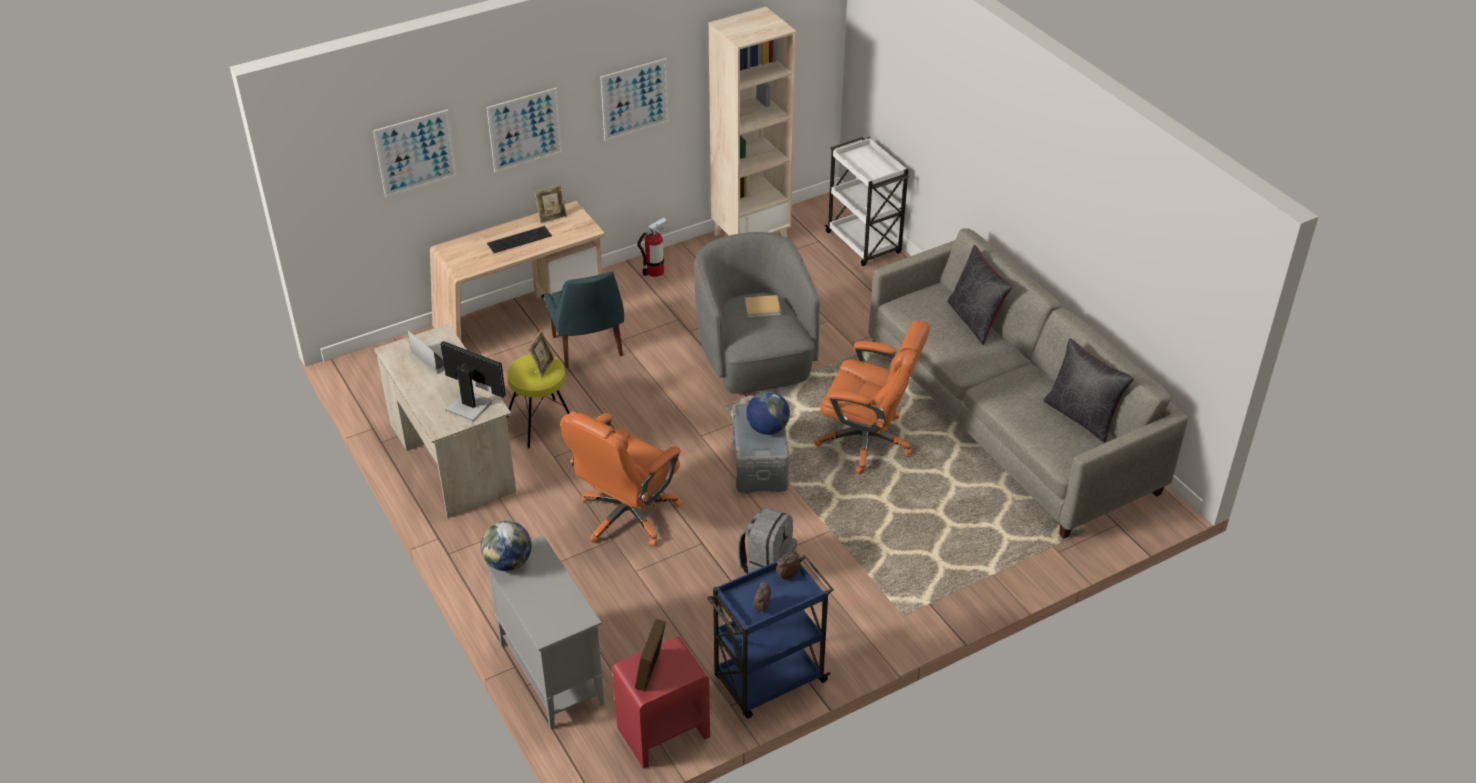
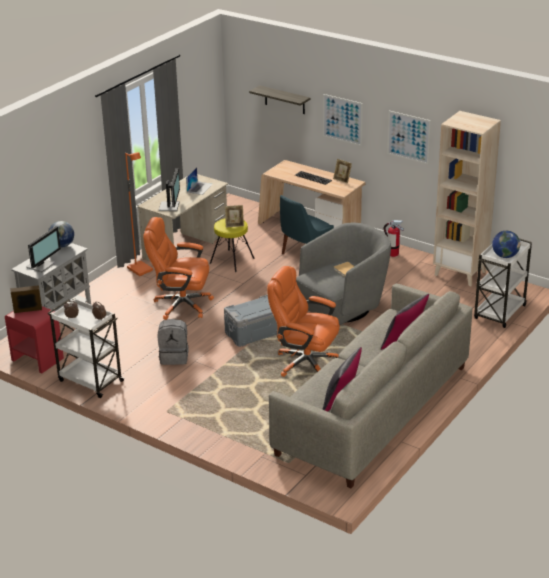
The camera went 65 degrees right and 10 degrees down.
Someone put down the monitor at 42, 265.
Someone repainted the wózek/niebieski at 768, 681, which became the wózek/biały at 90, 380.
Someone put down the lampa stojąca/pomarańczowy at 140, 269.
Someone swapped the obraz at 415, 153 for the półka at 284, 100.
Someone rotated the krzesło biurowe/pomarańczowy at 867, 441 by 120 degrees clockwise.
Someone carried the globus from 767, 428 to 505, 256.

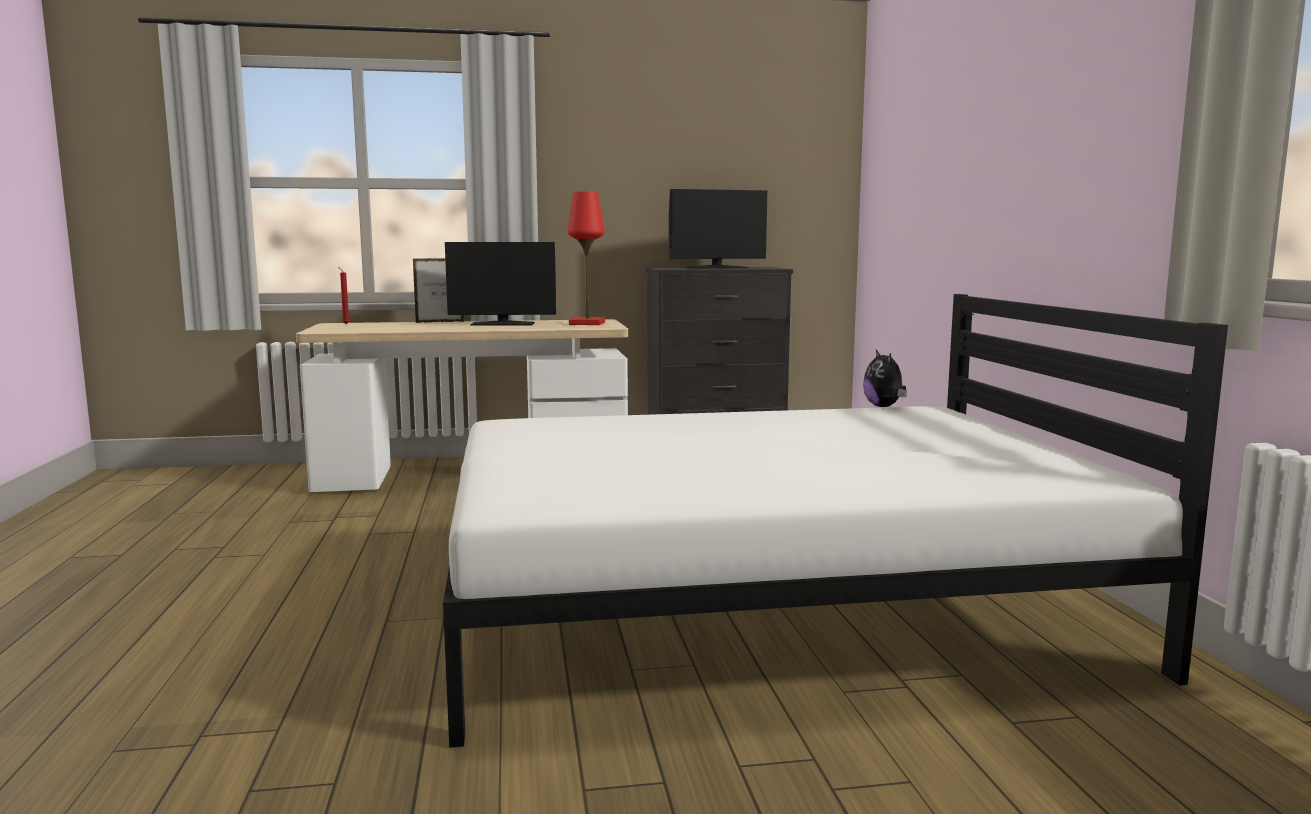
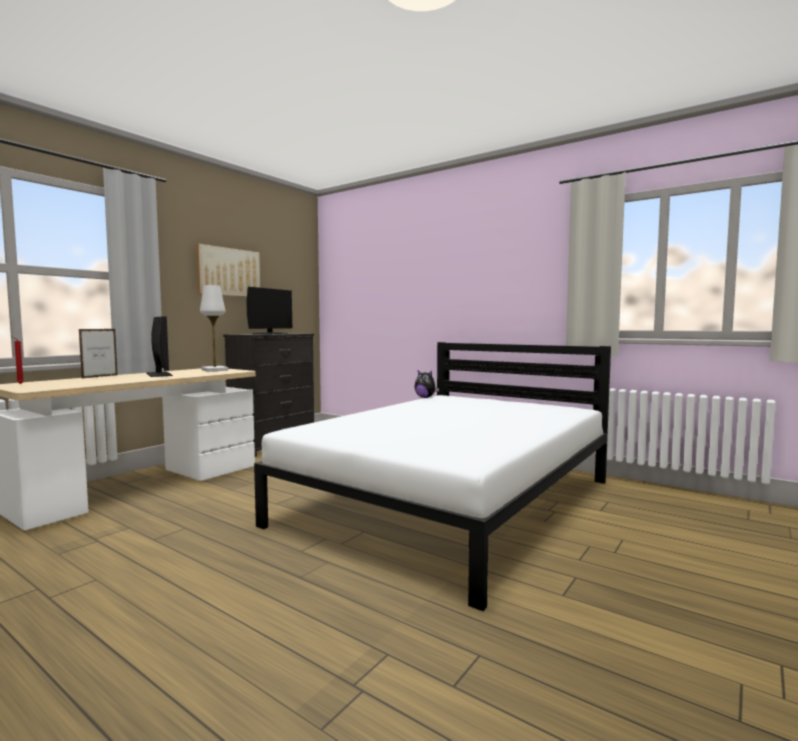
The camera went 45 degrees left and 5 degrees down.
Someone rotated the monitor at 503, 324 by 75 degrees counterclockwise.
Someone put up the obraz at 228, 272.
Someone repainted the lampa stołowa/czerwony at 587, 323, which became the lampa stołowa/biały at 214, 370.

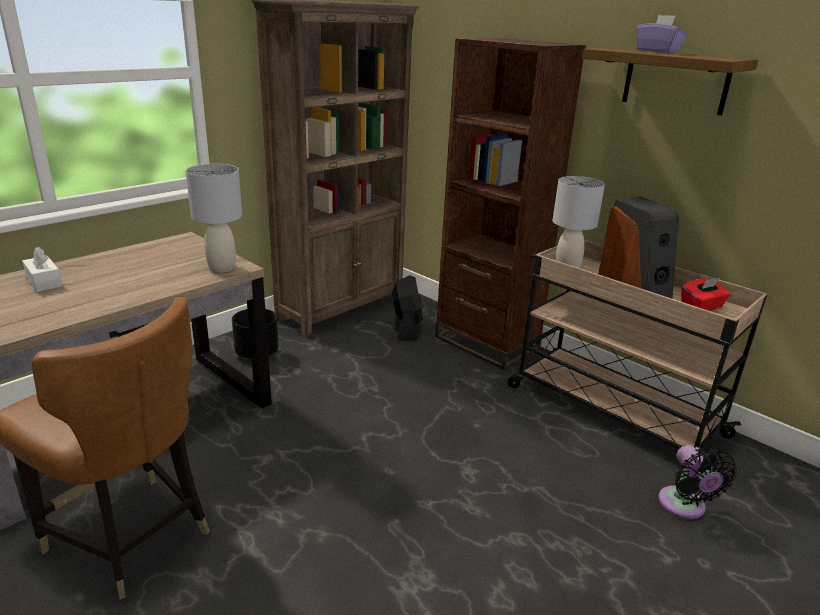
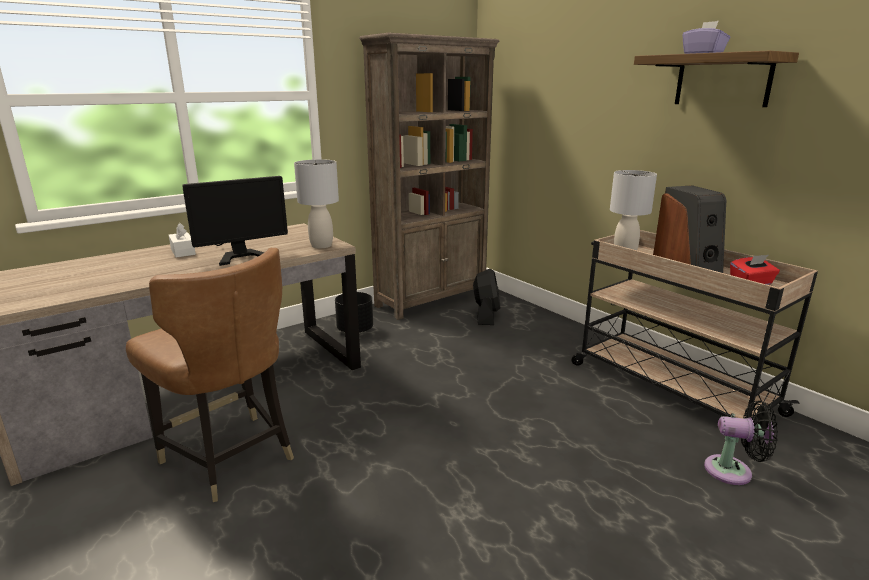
The camera went 10 degrees right and 5 degrees down.
Someone put down the monitor at 239, 253.
Someone rotated the wentylator/czarny at 684, 507 by 75 degrees counterclockwise.
Someone took away the regał/brązowy at 486, 343.

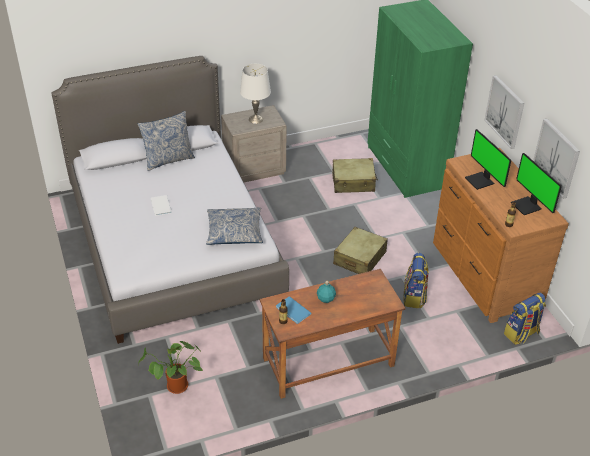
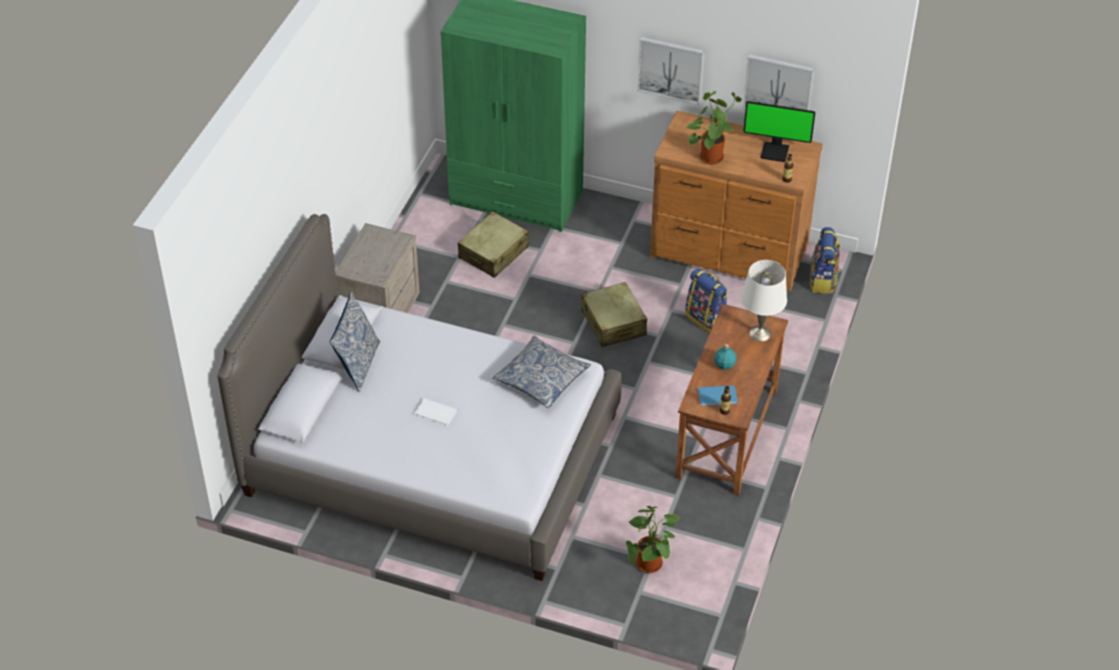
The camera went 50 degrees left and 5 degrees up.
Someone swapped the monitor at 480, 181 for the roślina doniczkowa at 710, 155.
Someone carried the lampa stołowa/biały from 255, 119 to 759, 333.

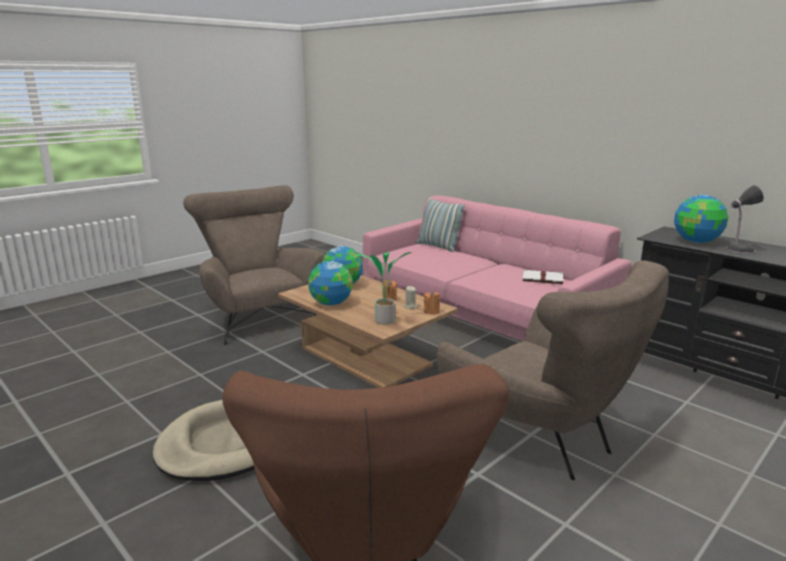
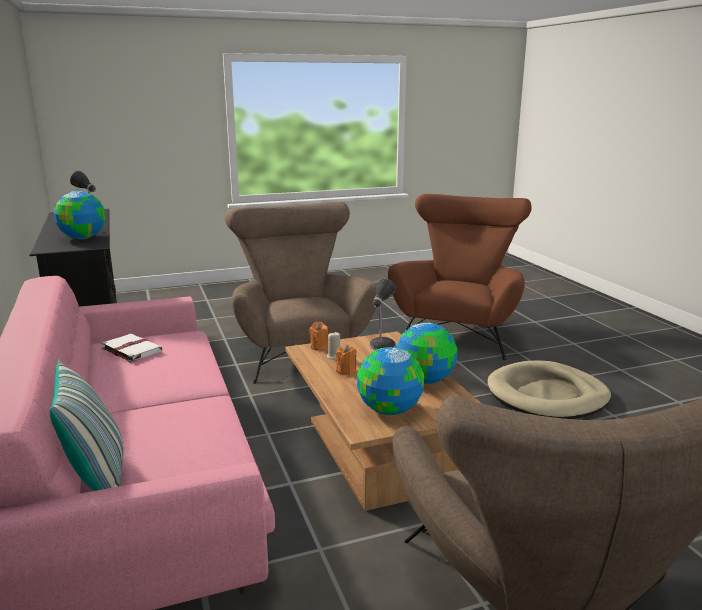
The camera went 155 degrees left and 0 degrees up.
Someone swapped the roślina doniczkowa at 383, 321 for the lampa stołowa at 381, 346.

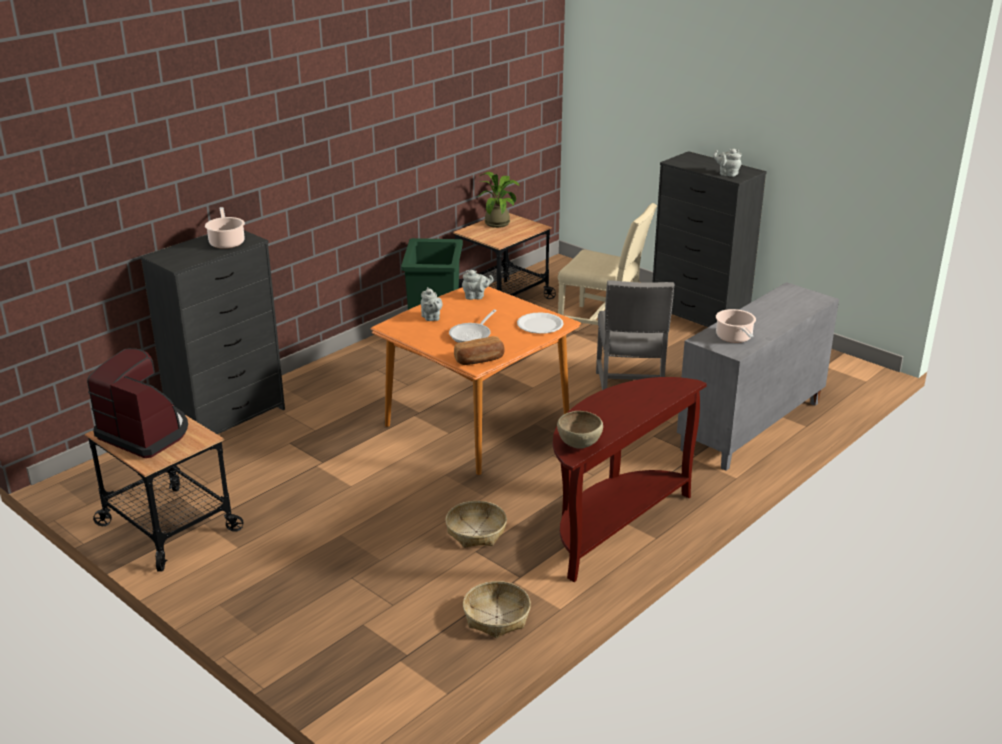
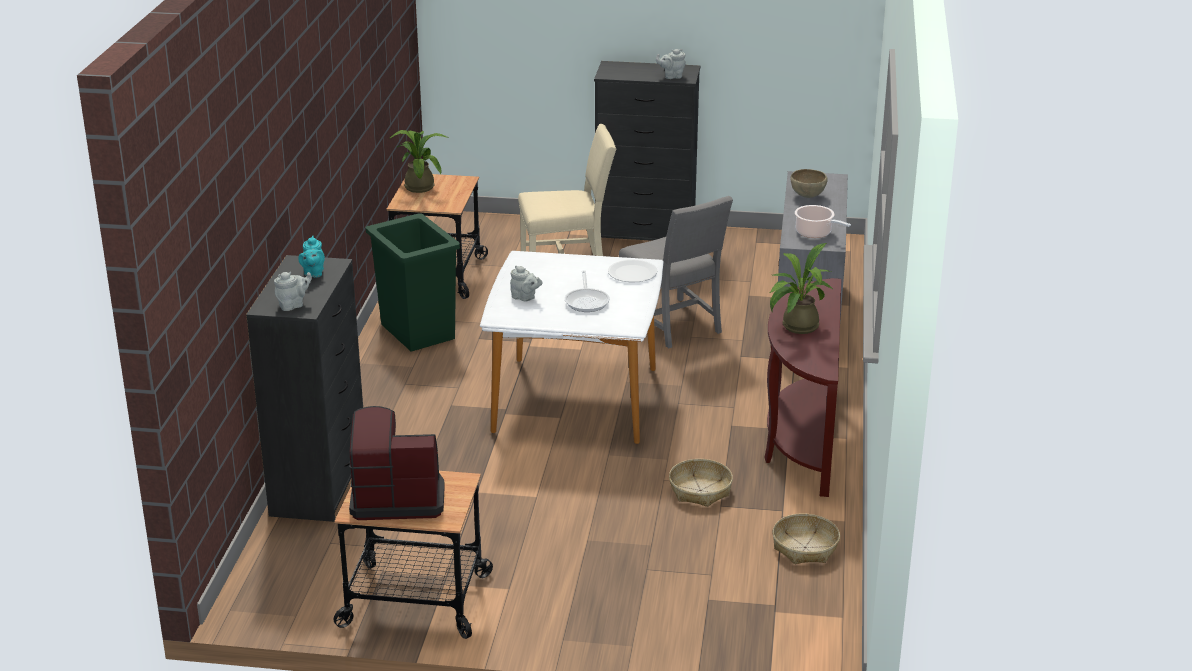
The camera went 35 degrees left and 0 degrees up.
Someone carried the imbryk/szary from 476, 297 to 293, 305.
Someone swapped the garnek at 226, 242 for the imbryk/turkusowy at 313, 273.
Someone repainted the stół jadalny/pomarańczowy at 476, 424, which became the stół jadalny/biały at 575, 401.
Someone put down the roślina doniczkowa at 796, 327.
Someone carried the miska/brązowy from 579, 445 to 807, 196.
Someone took away the chleb at 479, 360.

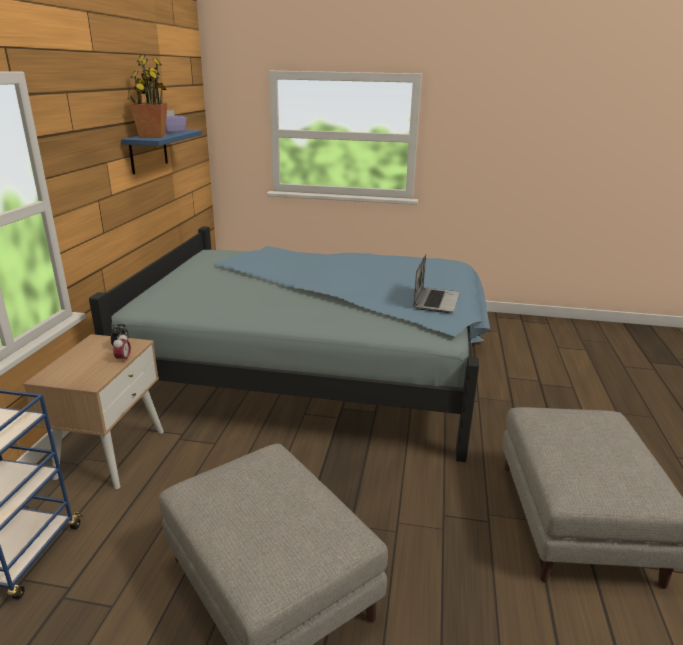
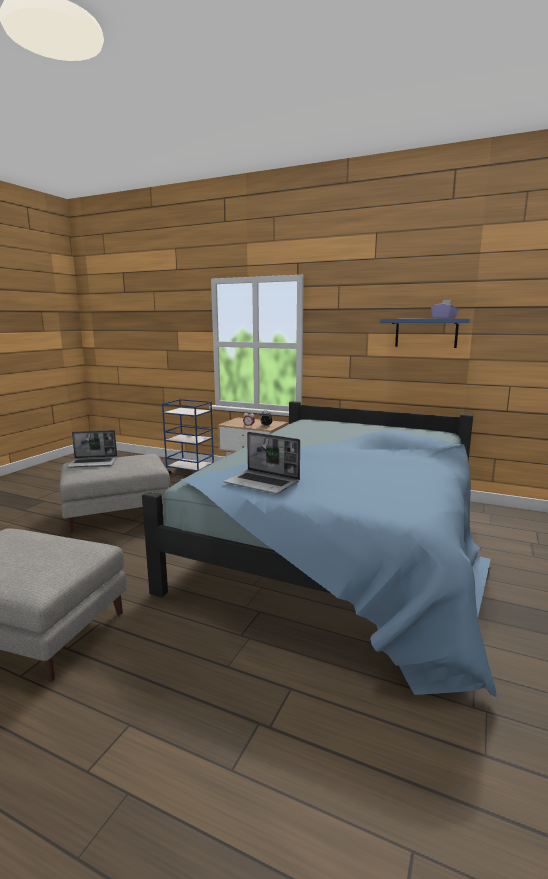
The camera went 105 degrees right and 10 degrees down.
Someone put down the laptop at 94, 463.
Someone took away the roślina doniczkowa at 152, 136.

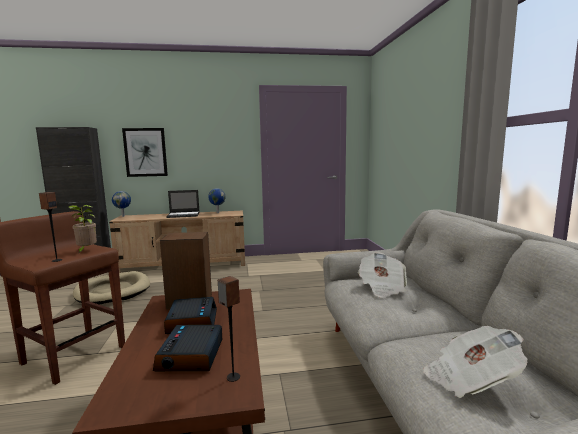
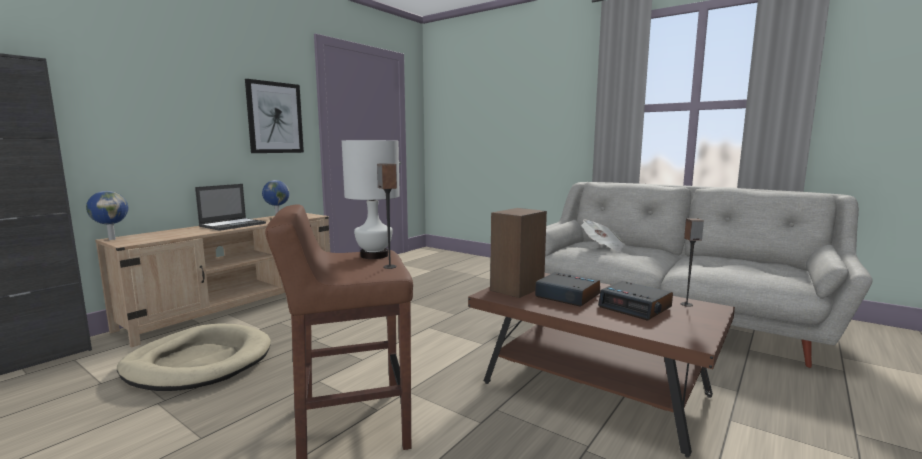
The camera went 45 degrees left and 0 degrees up.
Someone carried the obraz from 145, 152 to 275, 118.
Someone swapped the roślina doniczkowa at 86, 251 for the lampa stołowa/biały at 374, 256.
Someone took away the gazeta at 470, 379.

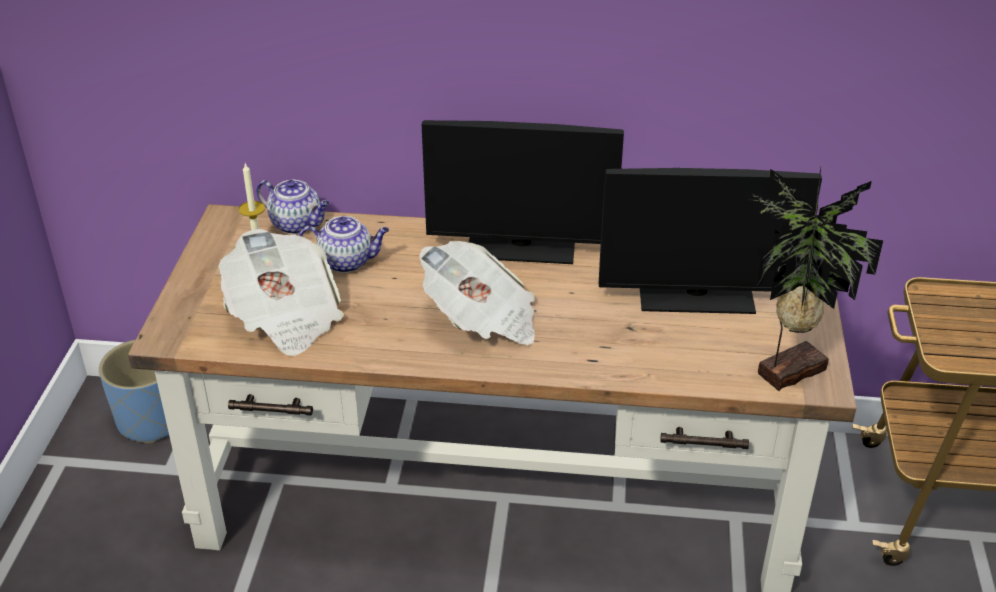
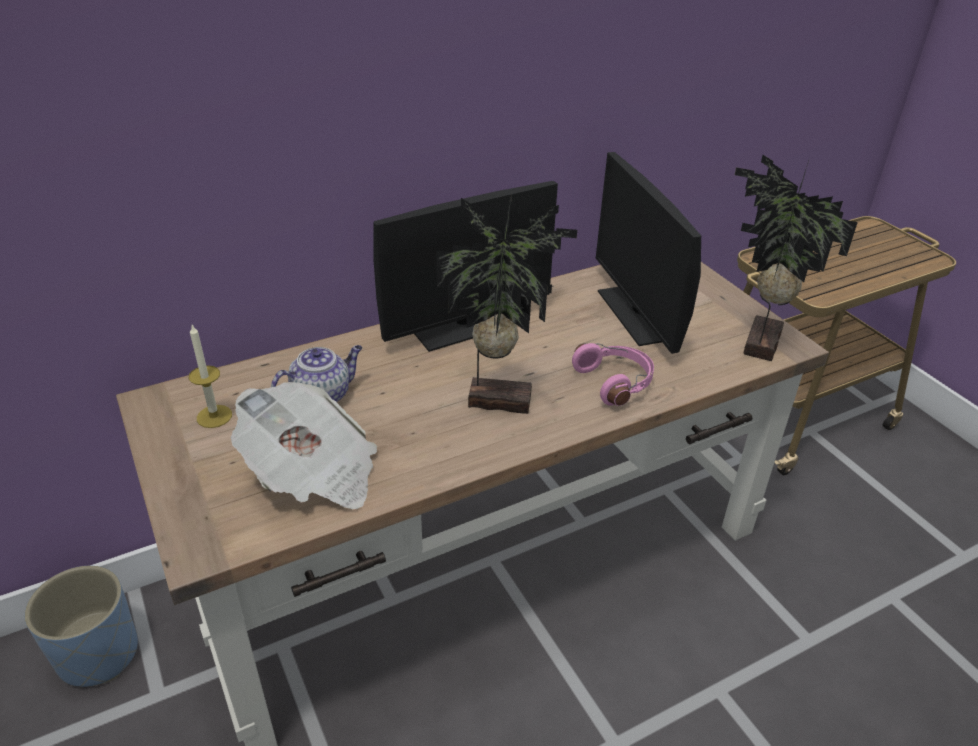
The camera went 35 degrees left and 0 degrees up.
Someone swapped the gazeta at 482, 319 for the roślina doniczkowa at 498, 398.
Someone put down the słuchawki/różowy at 615, 382.
Someone rotated the monitor at 696, 296 by 105 degrees clockwise.
Someone took away the imbryk at 297, 224.

